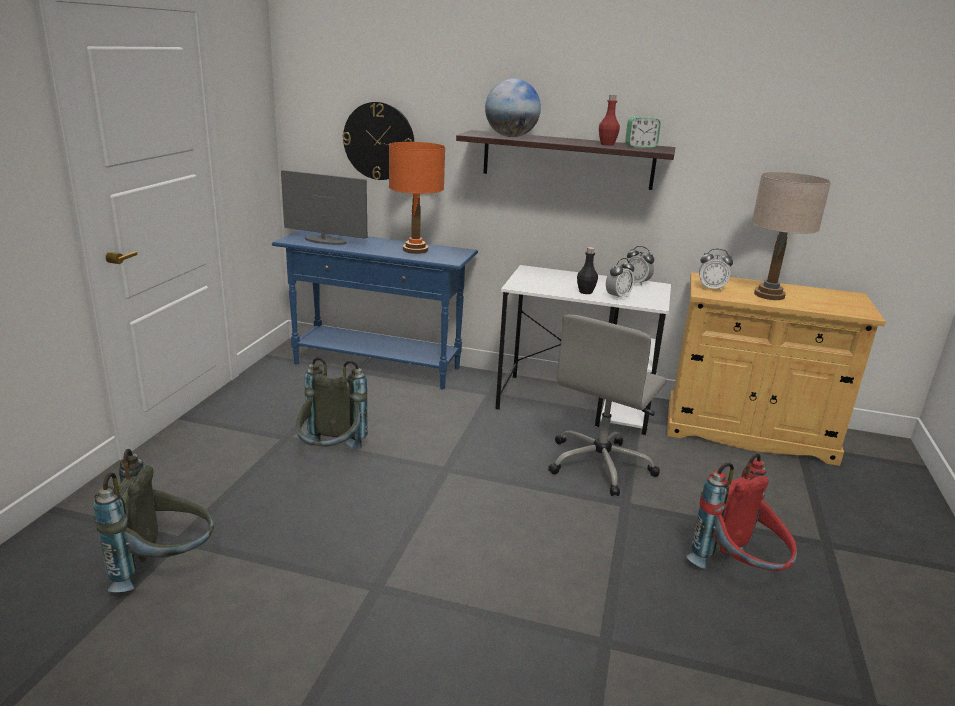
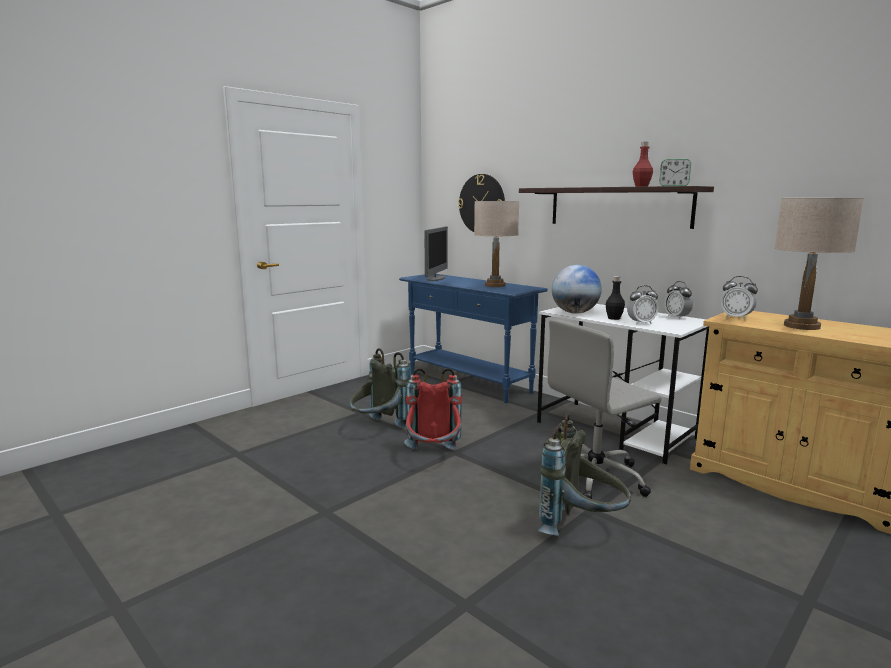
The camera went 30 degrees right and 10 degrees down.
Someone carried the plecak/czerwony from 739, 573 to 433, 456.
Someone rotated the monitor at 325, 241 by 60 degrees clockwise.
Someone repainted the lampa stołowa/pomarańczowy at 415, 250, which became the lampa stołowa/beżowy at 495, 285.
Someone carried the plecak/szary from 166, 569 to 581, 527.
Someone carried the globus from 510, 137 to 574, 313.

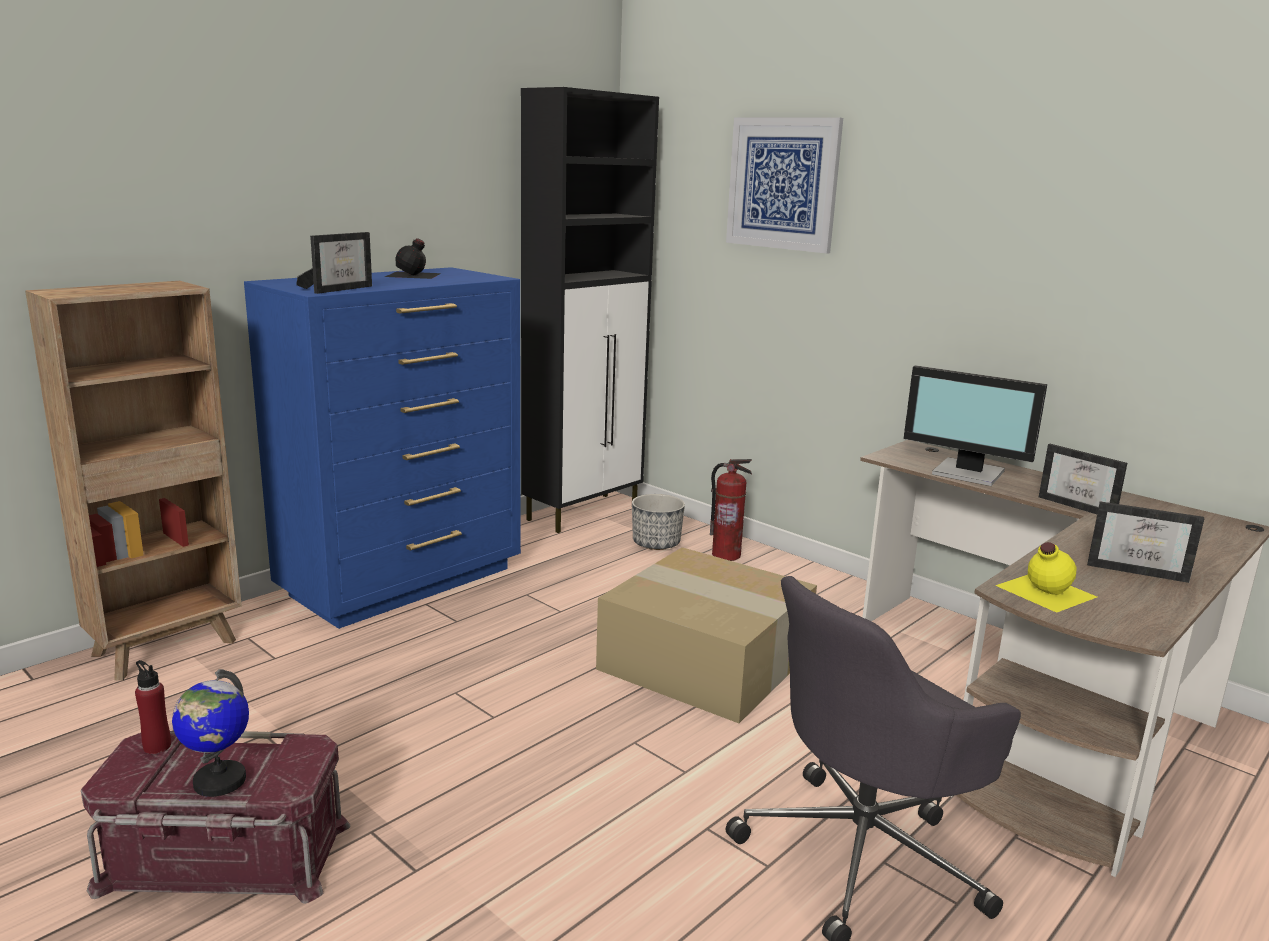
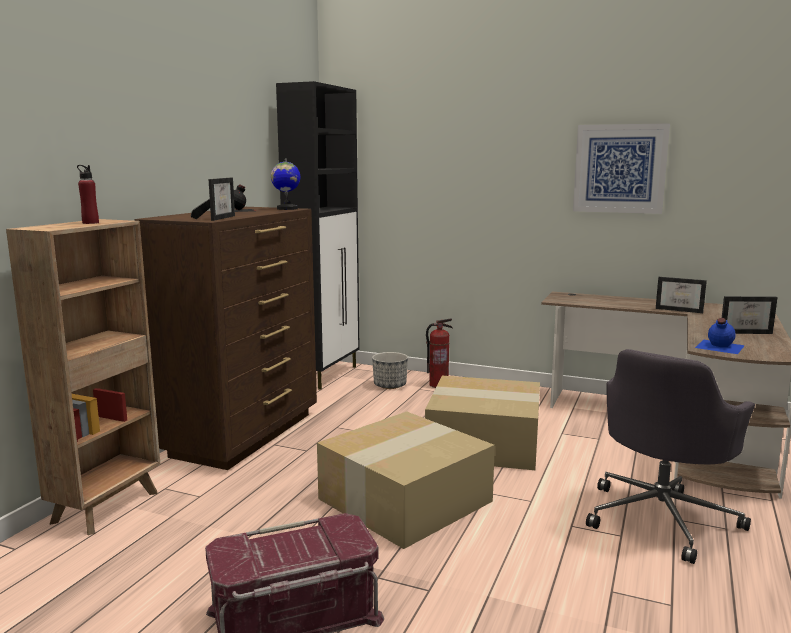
The camera went 20 degrees left and 5 degrees down.
Someone carried the butelka/czerwony from 157, 746 to 90, 223.
Someone repainted the komoda/niebieski at 404, 582, which became the komoda/brązowy at 245, 434.
Someone carried the globus from 219, 781 to 287, 209.
Someone put down the karton at 405, 498.
Someone carried the obraz from 783, 184 to 619, 168.
Someone repainted the butelka/żółty at 1044, 590, which became the butelka/niebieski at 719, 346.
Someone took away the monitor at 968, 474.

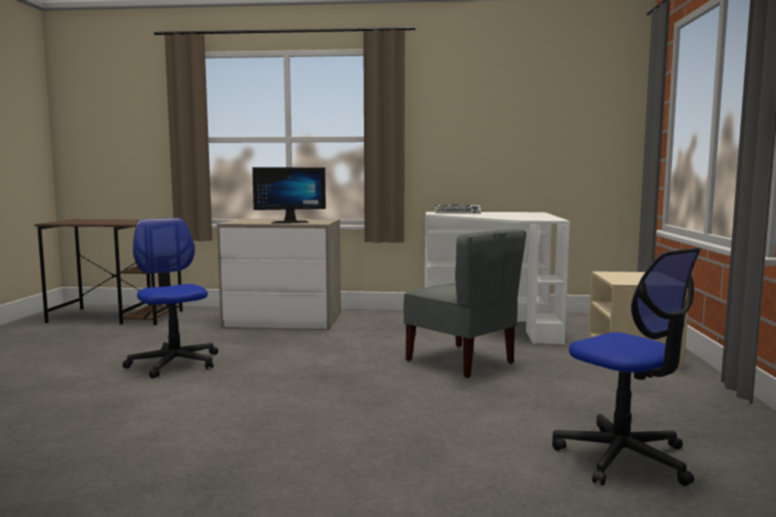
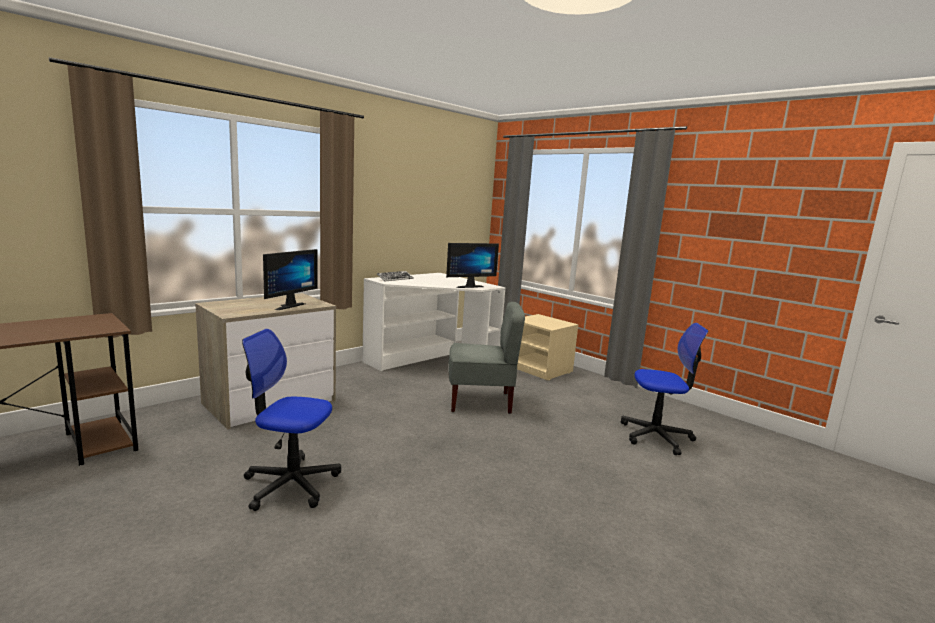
The camera went 50 degrees left and 5 degrees up.
Someone put down the monitor at 468, 286.

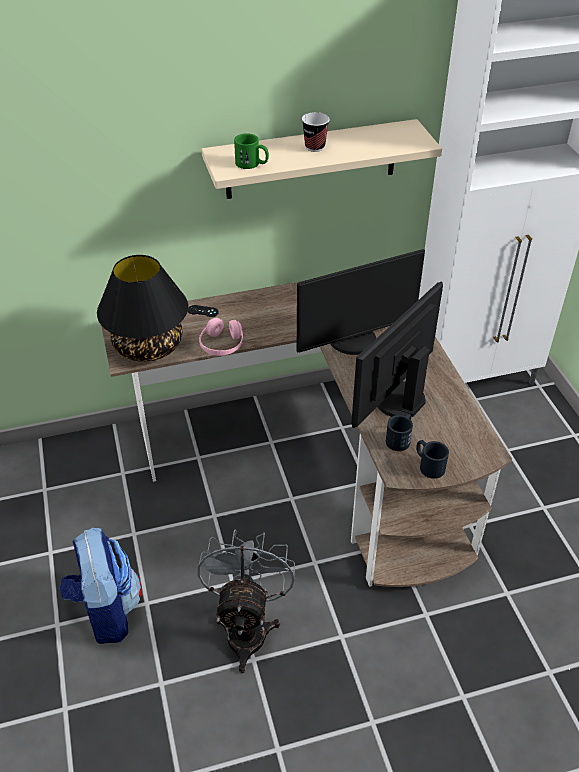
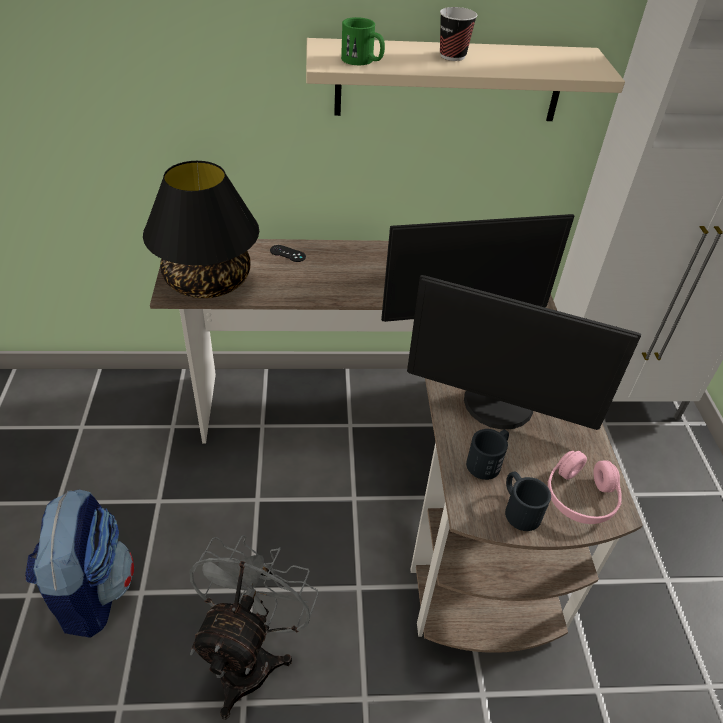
The camera went 10 degrees right and 0 degrees up.
Someone rotated the monitor at 397, 399 by 120 degrees counterclockwise.
Someone carried the słuchawki/różowy from 222, 344 to 580, 497.

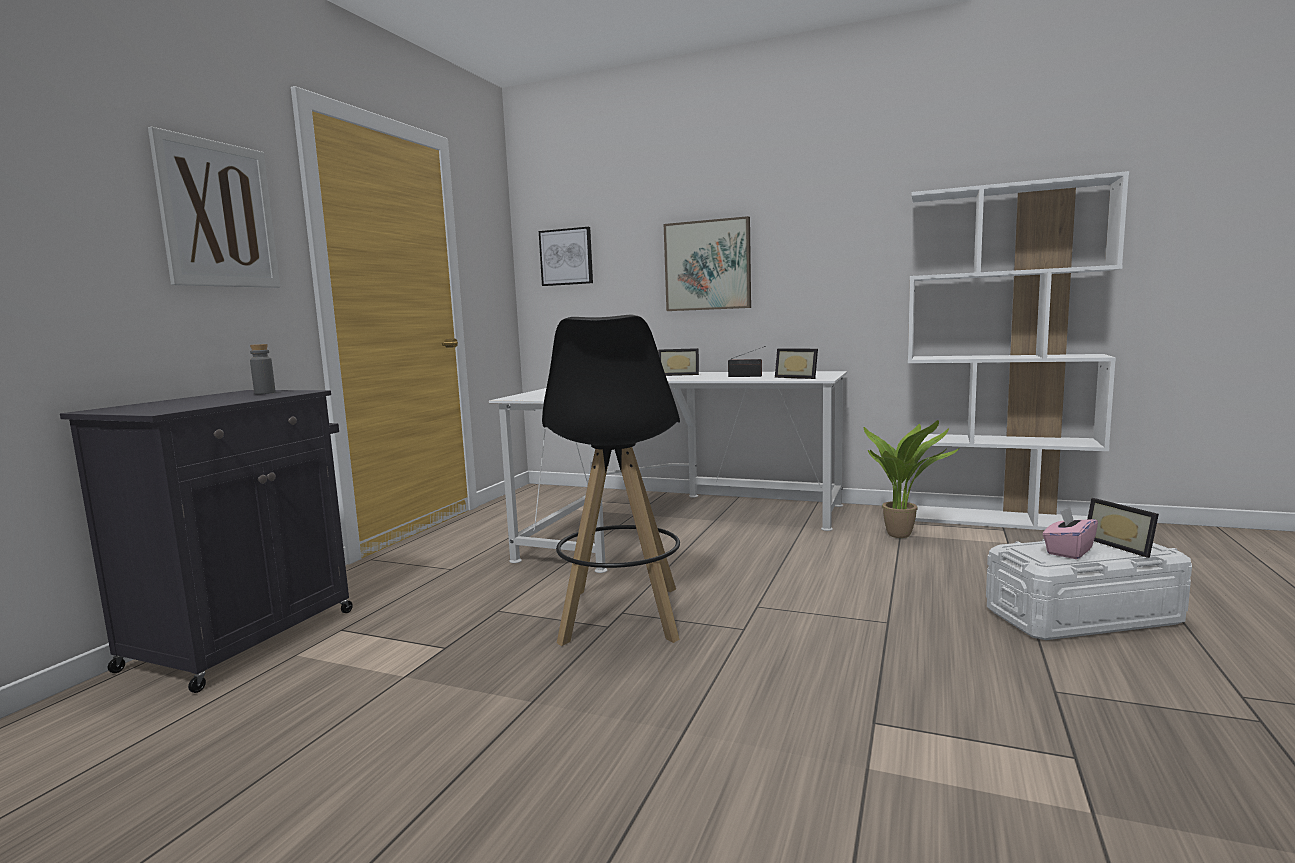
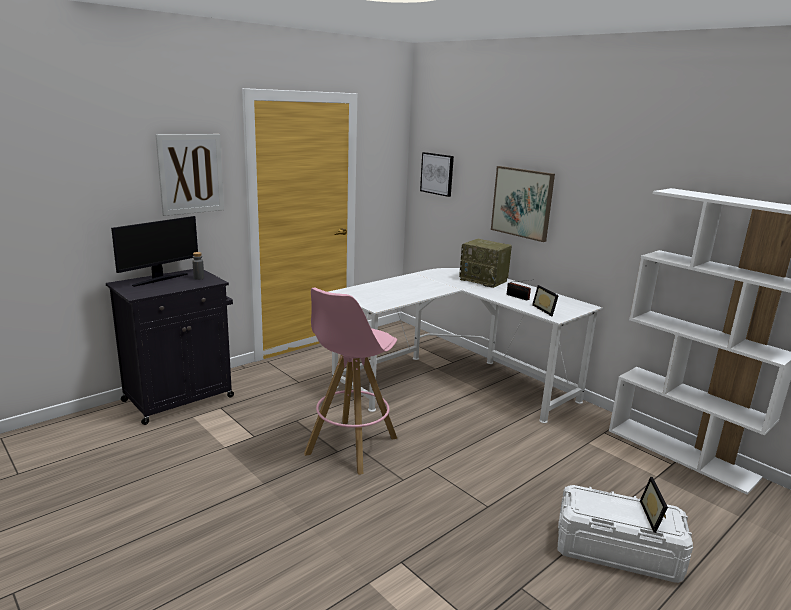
The camera went 25 degrees right and 10 degrees up.
Someone put down the monitor at 159, 279.
Someone repainted the stołek/czarny at 620, 615, which became the stołek/różowy at 351, 446.
Someone swapped the ramka na zdjęcie at 679, 374 for the radio at 484, 280.
Someone took away the roślina doniczkowa at 903, 535.
Someone took away the pudełko chusteczek/różowy at 1068, 551.

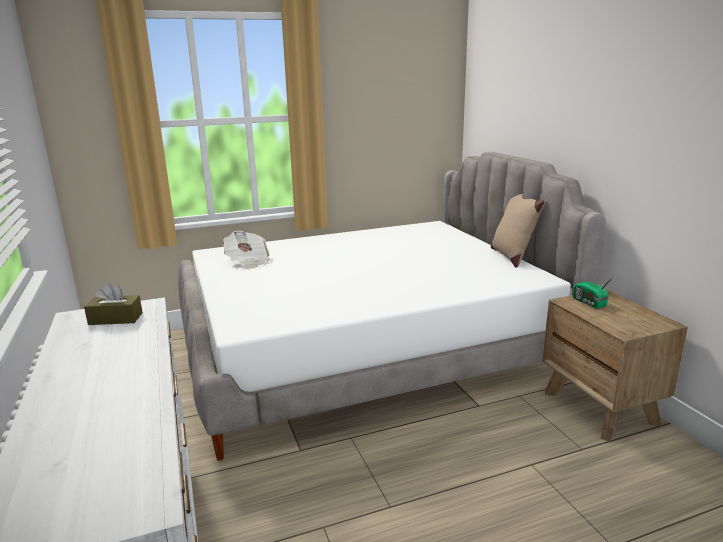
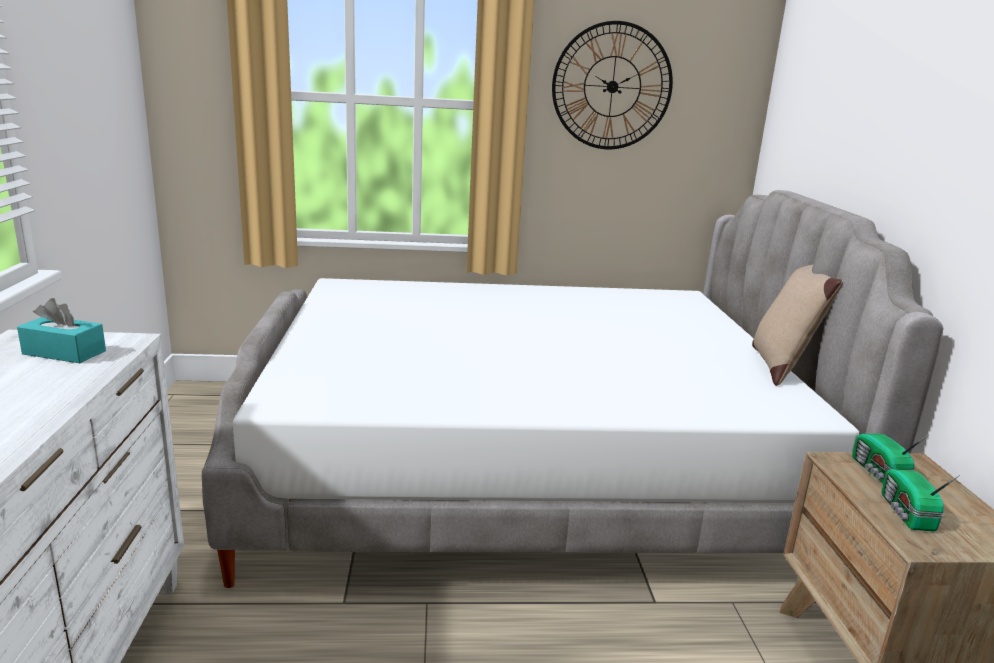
The camera went 15 degrees right and 0 degrees up.
Someone repainted the pudełko chusteczek/brązowy at 115, 319, which became the pudełko chusteczek/turkusowy at 64, 352.
Someone put up the zegar ścienny at 612, 86.
Someone put down the radio at 906, 513.
Someone took away the gazeta at 248, 262.

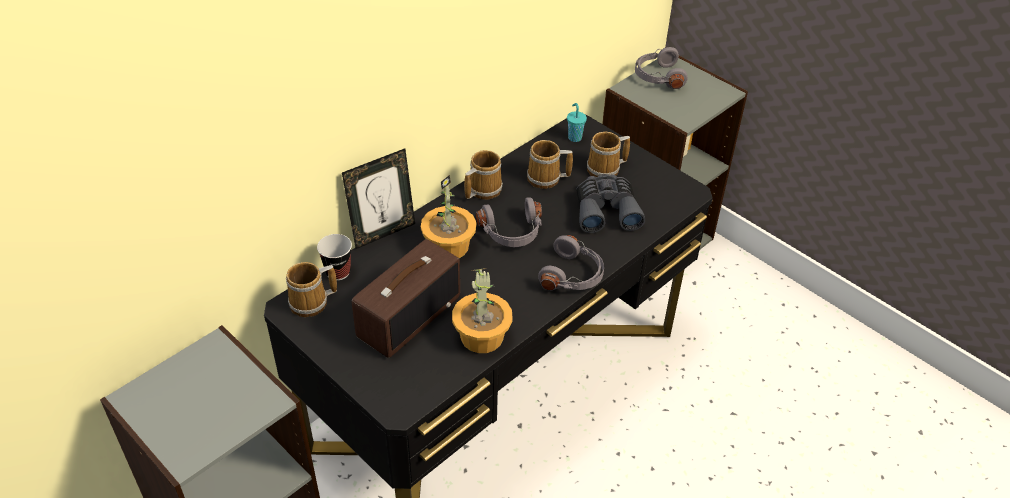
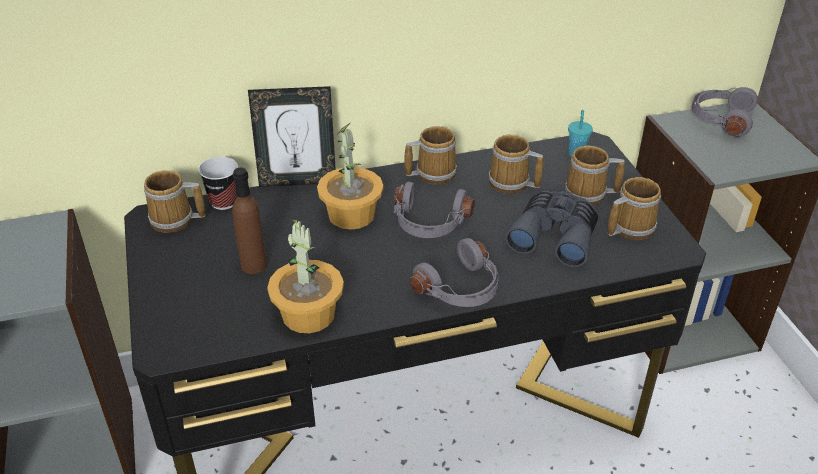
The camera went 30 degrees right and 5 degrees down.
Someone swapped the radio at 408, 315 for the butelka/brązowy at 253, 265.
Someone put down the kubek at 629, 227.

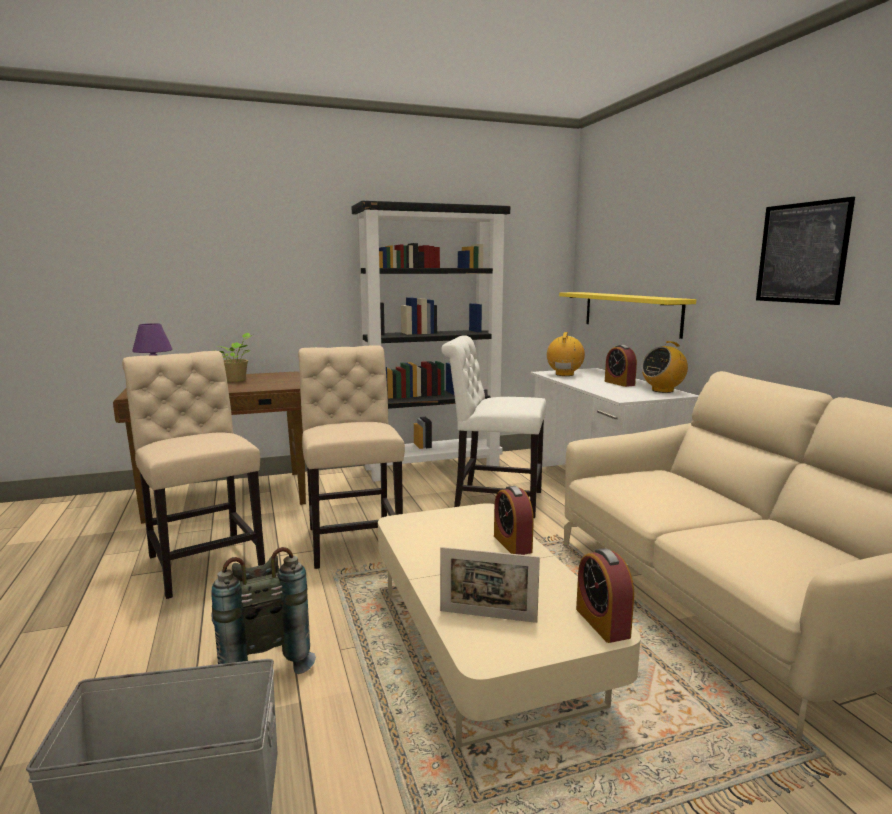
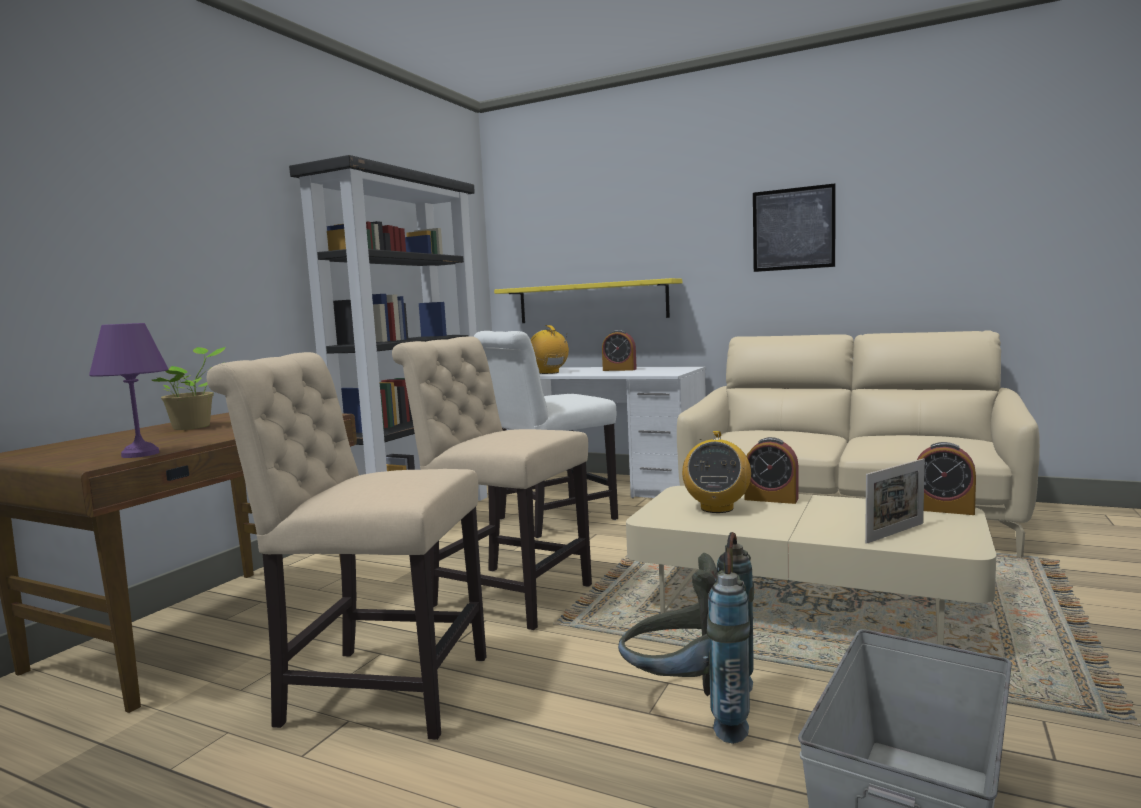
The camera went 45 degrees left and 5 degrees down.
Someone carried the radio from 662, 390 to 716, 508.

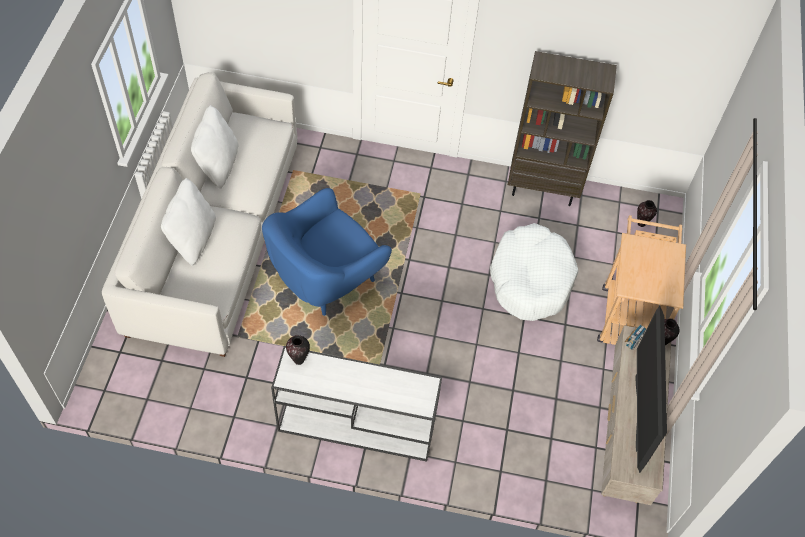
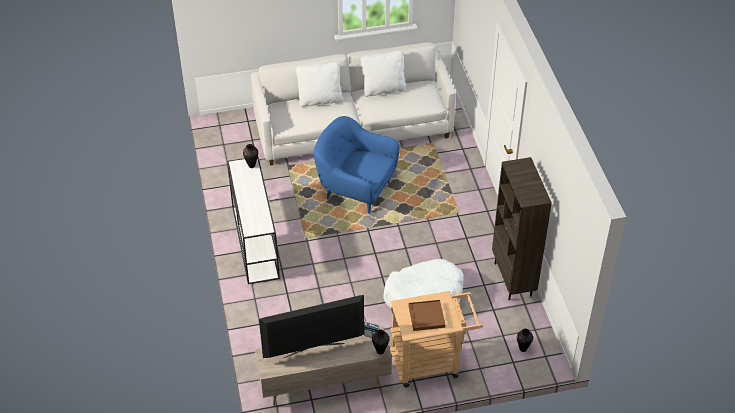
The camera went 70 degrees right and 10 degrees down.
Someone put down the taca/brązowy at 426, 316.

